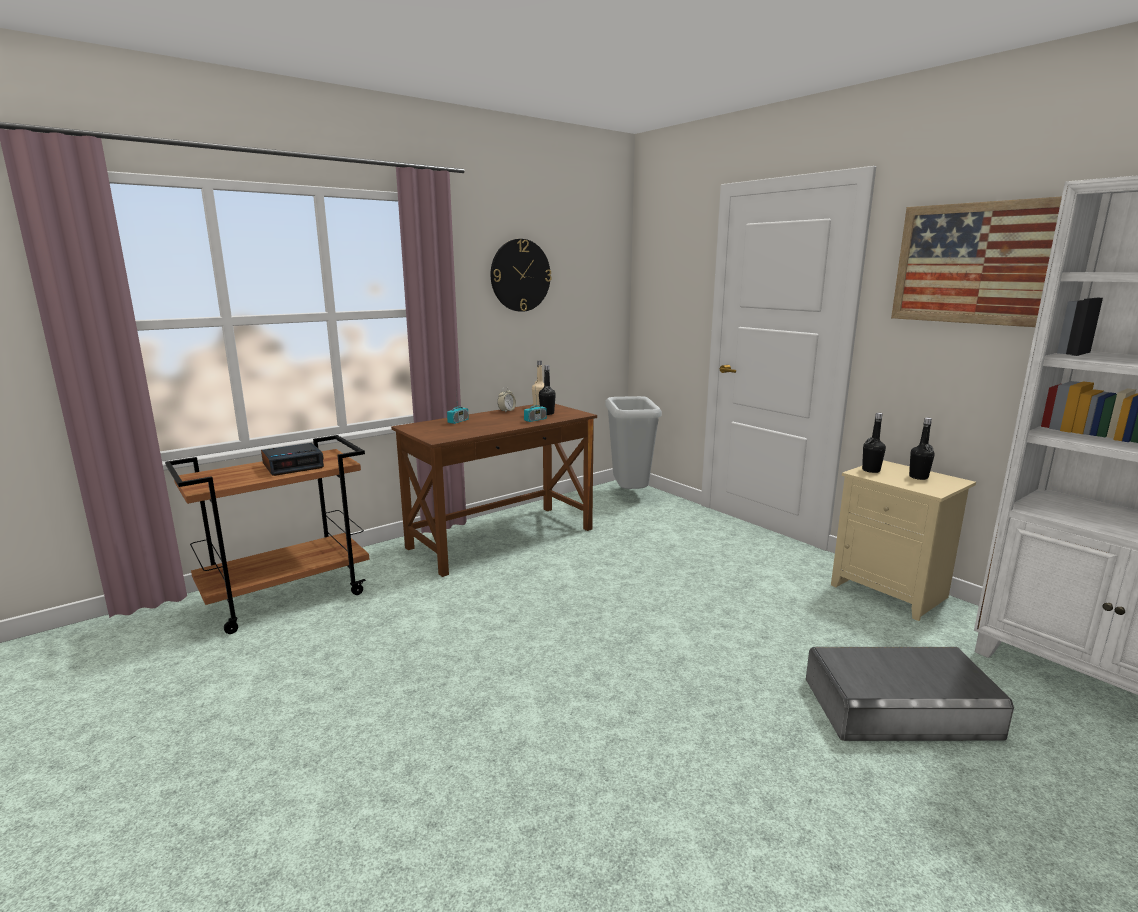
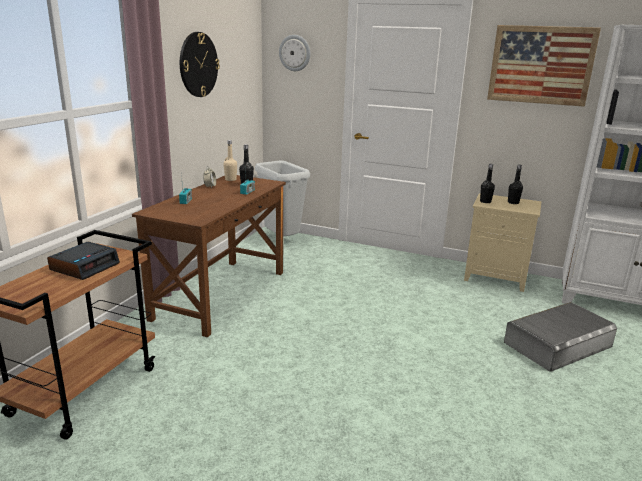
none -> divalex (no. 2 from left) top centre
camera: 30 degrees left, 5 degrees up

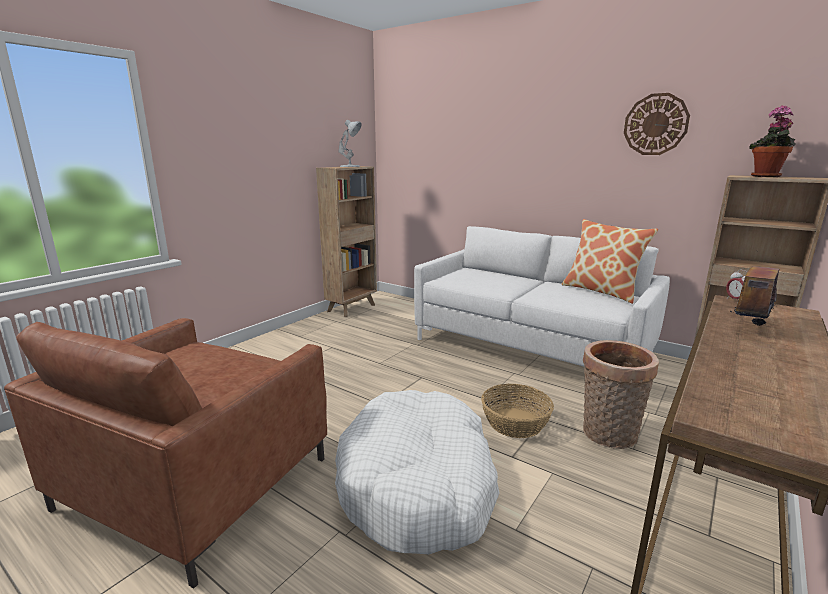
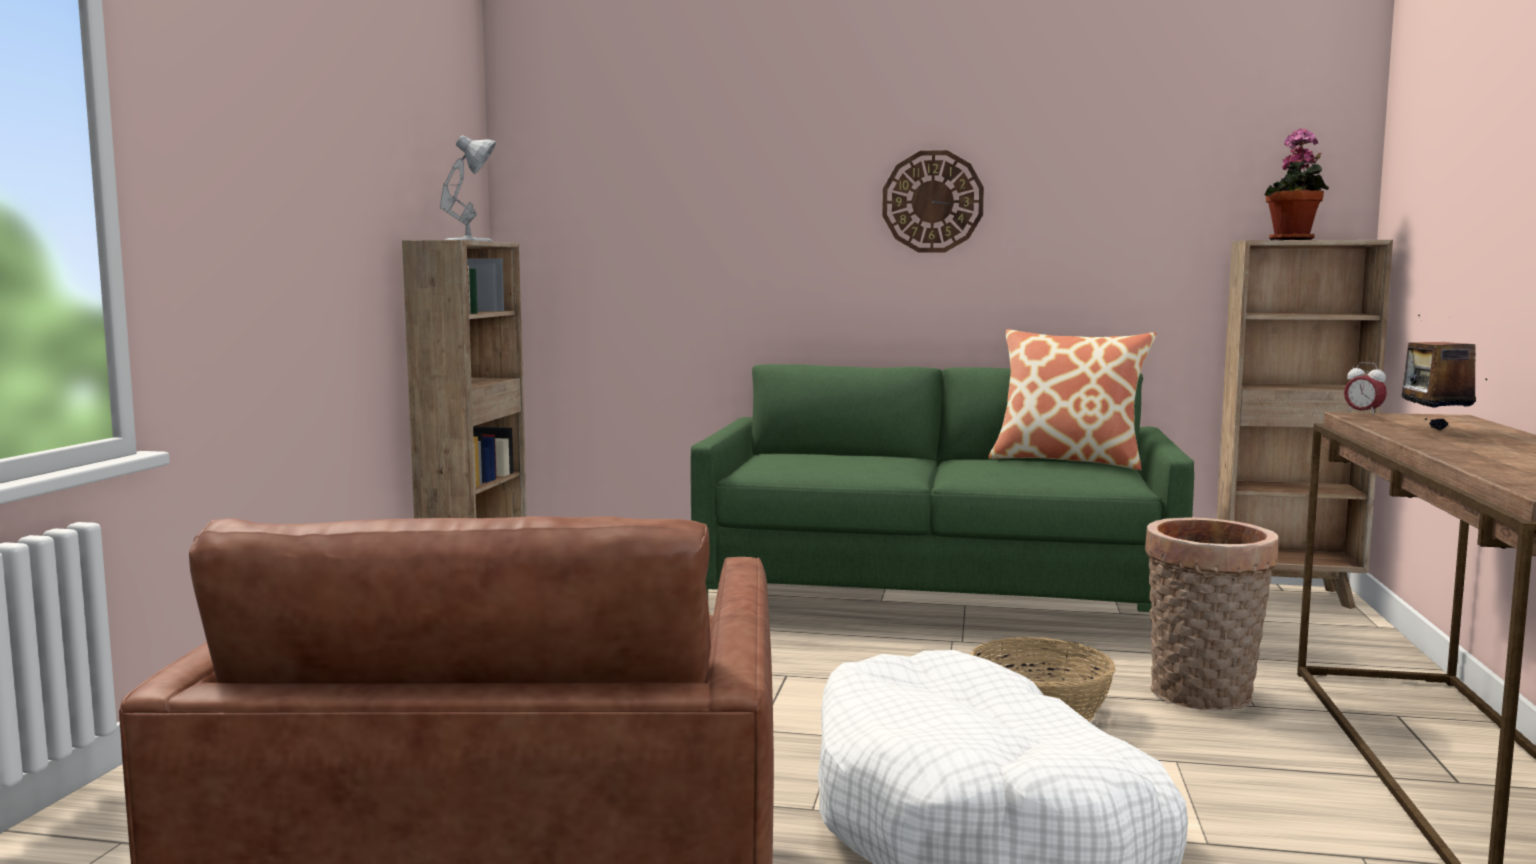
divalex top right -> divalex top centre, shifted
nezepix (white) centre -> nezepix (green) centre
camera: 25 degrees left, 10 degrees down

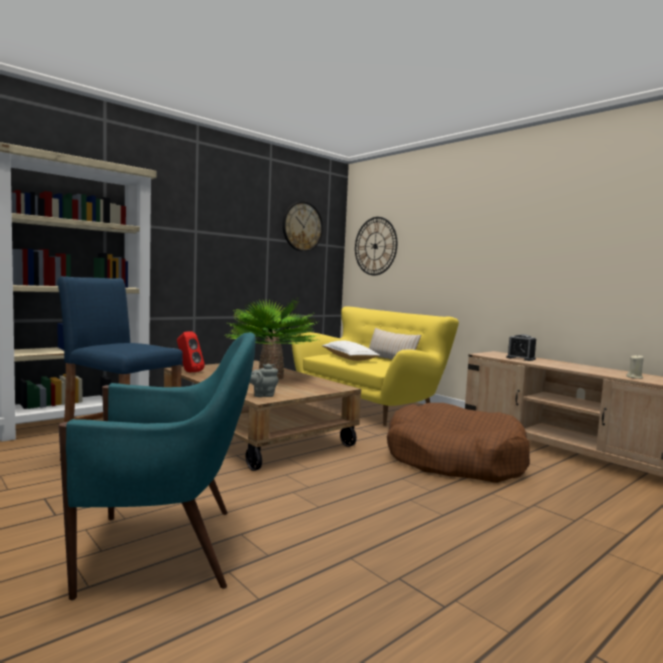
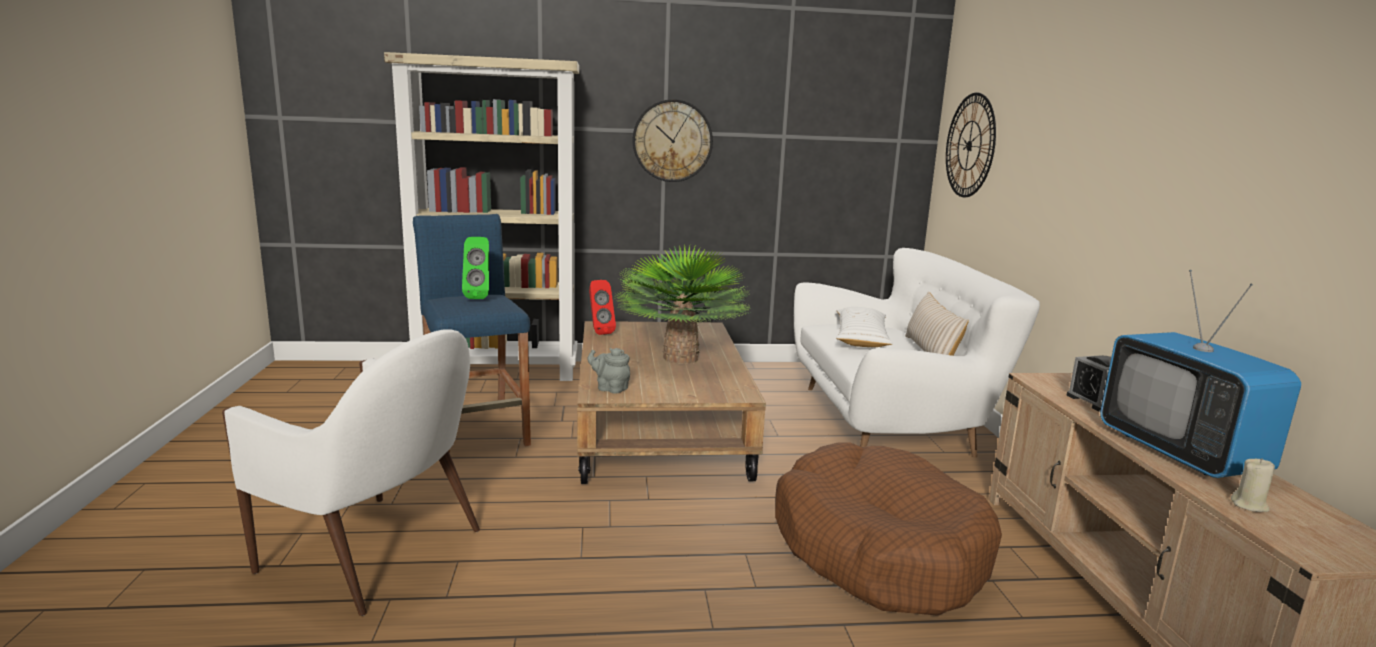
divalex (no. 1 from left) centre -> divalex (no. 1 from left) top centre, shifted
nezepix (yellow) centre -> nezepix (white) centre
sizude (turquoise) bottom left -> sizude (white) bottom left
none -> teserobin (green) centre
none -> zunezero middle right
camera: 35 degrees right, 10 degrees up

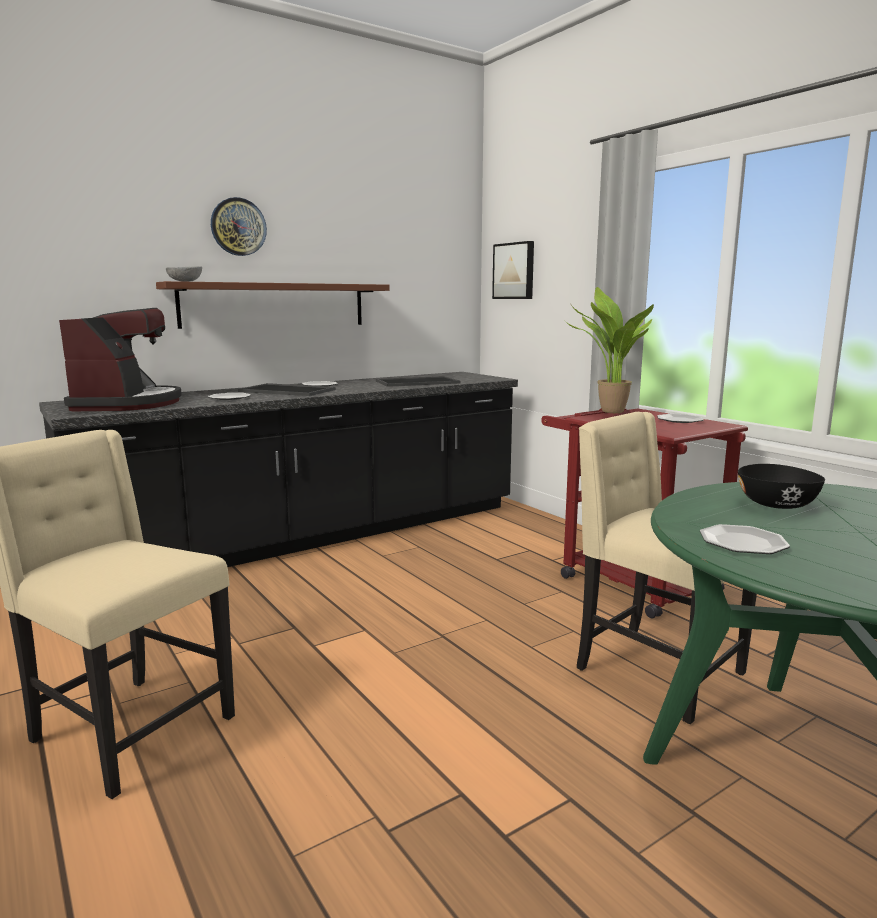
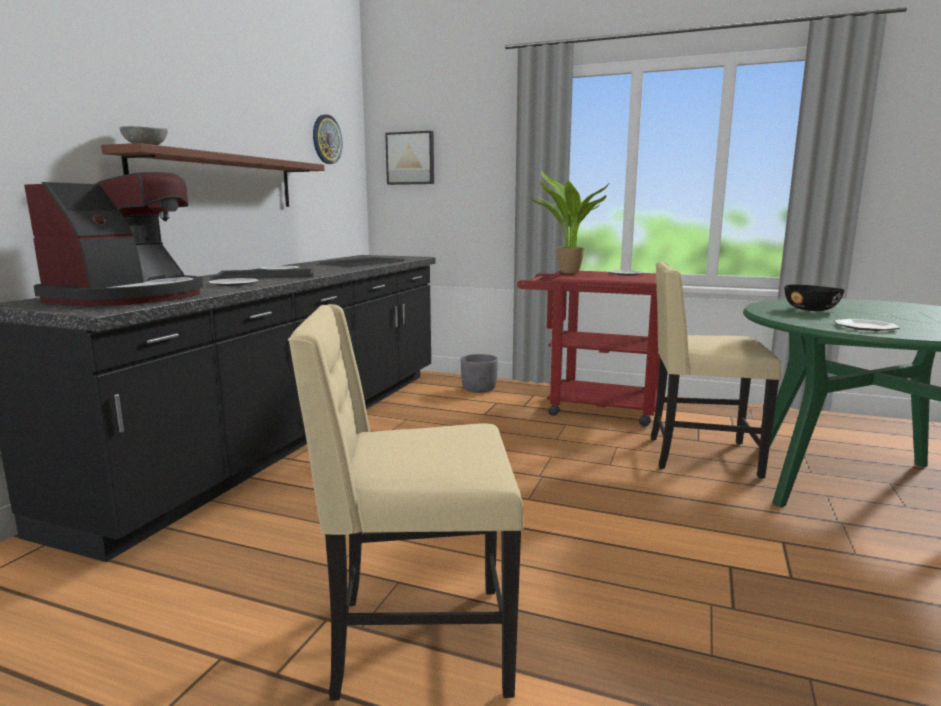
divalex top left -> divalex top centre, shifted
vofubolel middle left, 60 degrees clockwise
none -> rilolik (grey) centre
camera: 35 degrees left, 0 degrees up

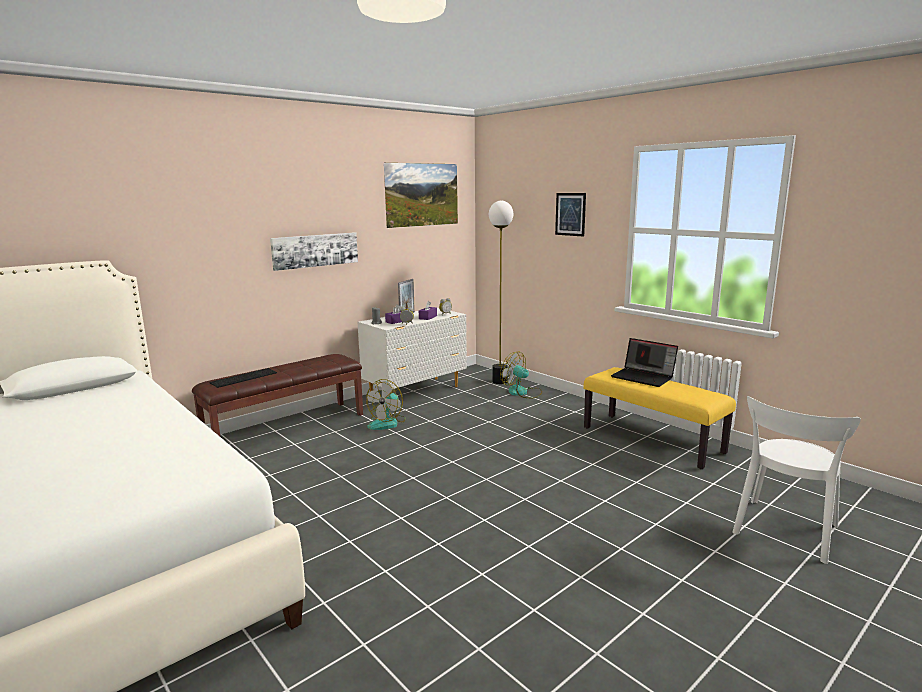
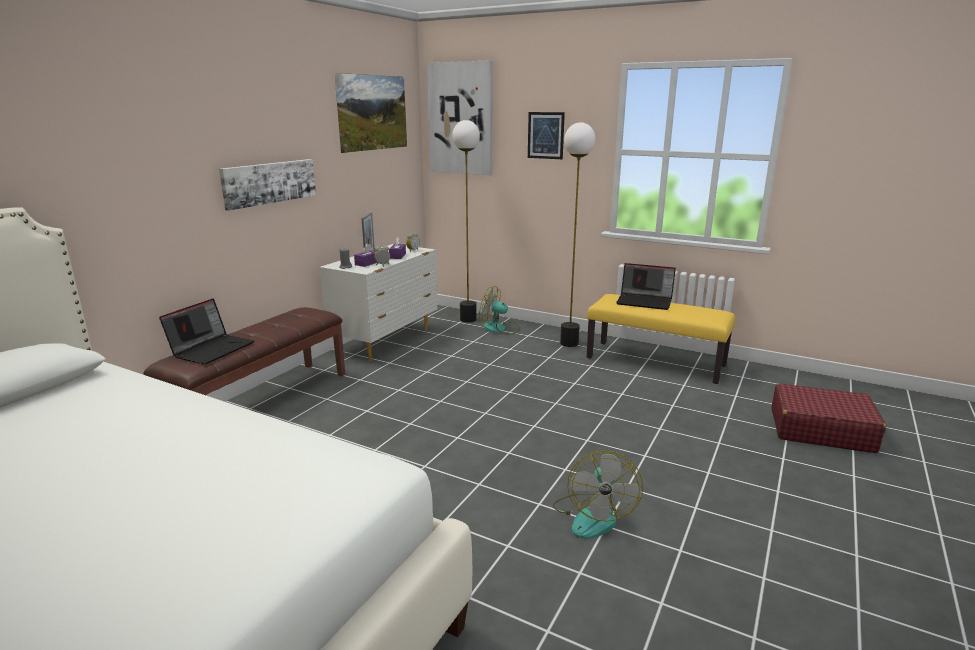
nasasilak middle left -> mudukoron (no. 1 from left) middle left
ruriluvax (no. 1 from left in the first image) centre -> ruriluvax (no. 2 from left) bottom centre, shifted
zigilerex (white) bottom right -> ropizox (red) middle right
none -> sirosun (no. 3 from left) top centre
none -> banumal (no. 2 from left) centre
camera: 20 degrees left, 5 degrees up

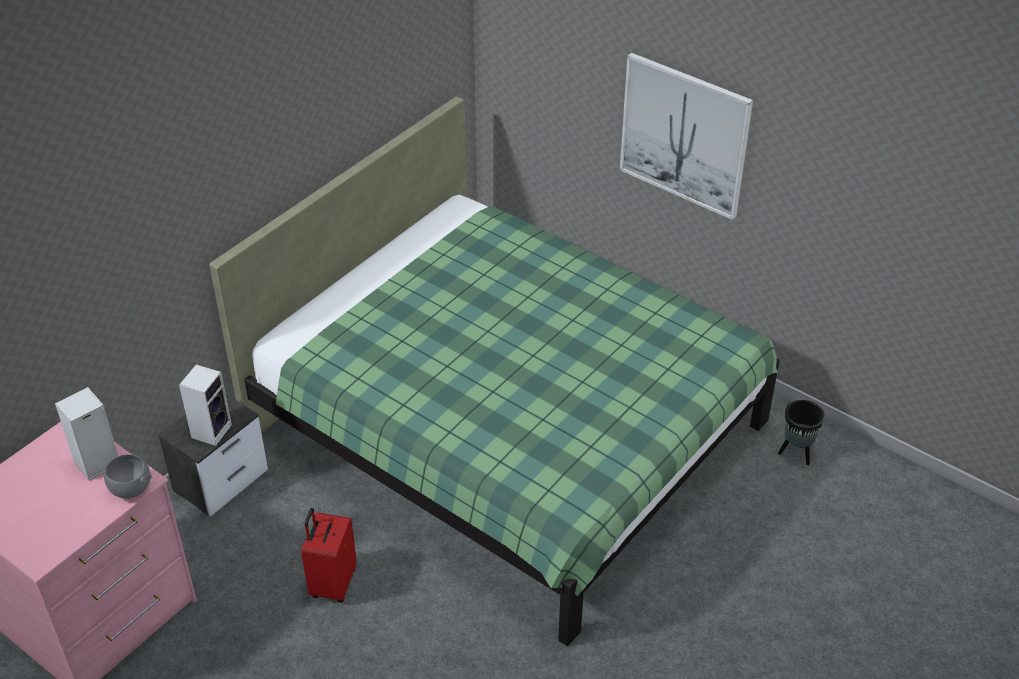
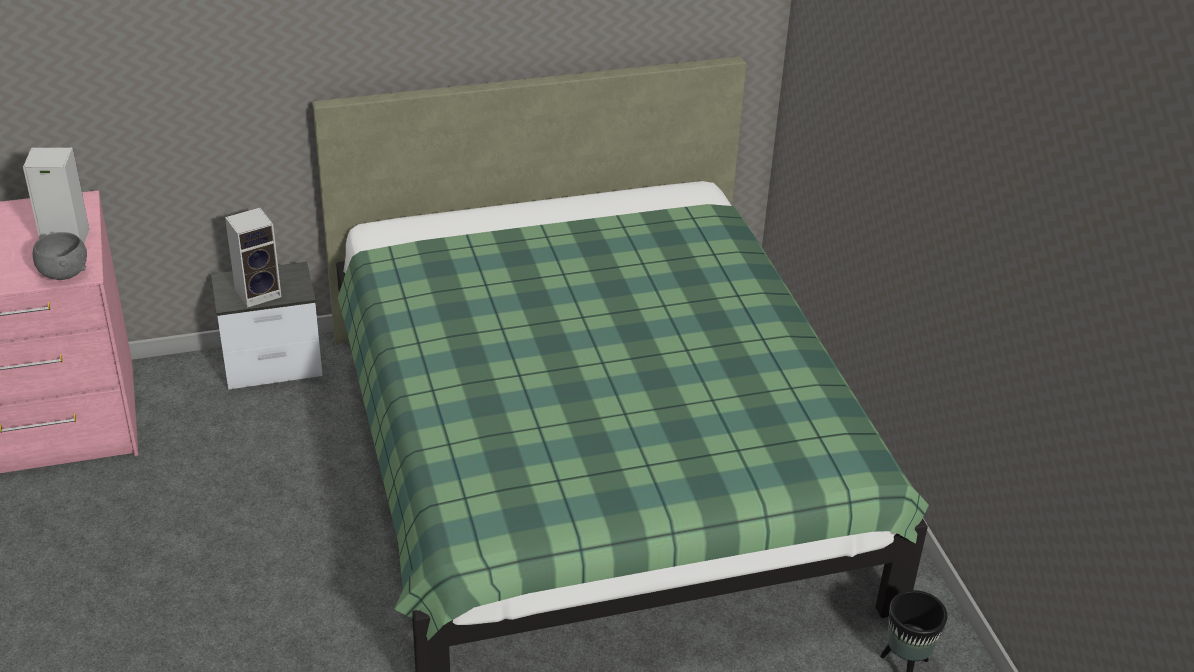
sirosun top right -> none
ropizox (red) bottom left -> none
camera: 35 degrees right, 5 degrees down

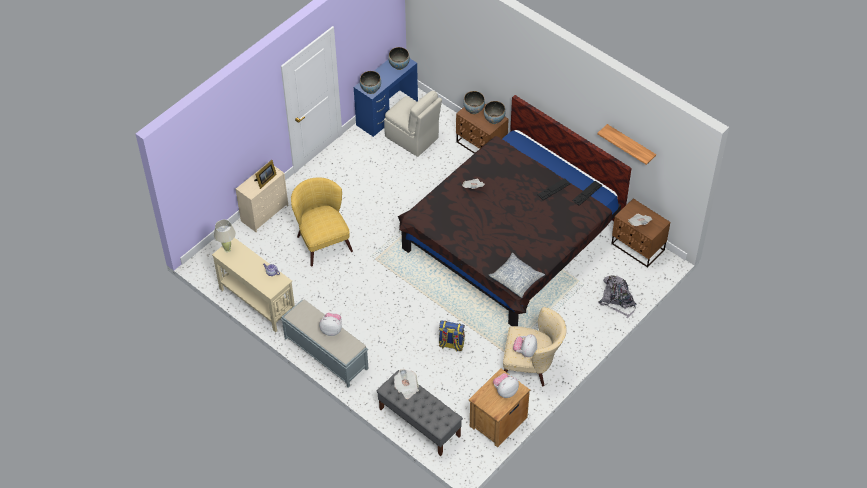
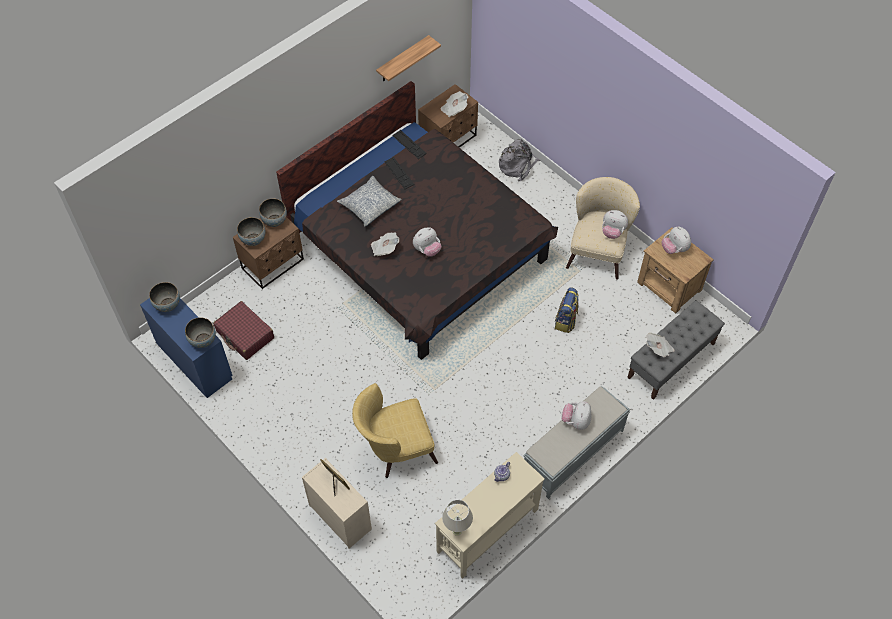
zigilerex (beige) top centre -> ropizox (red) middle left
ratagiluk centre -> ratagiluk top centre, shifted
none -> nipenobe (no. 1 from left) centre
camera: 85 degrees left, 5 degrees up

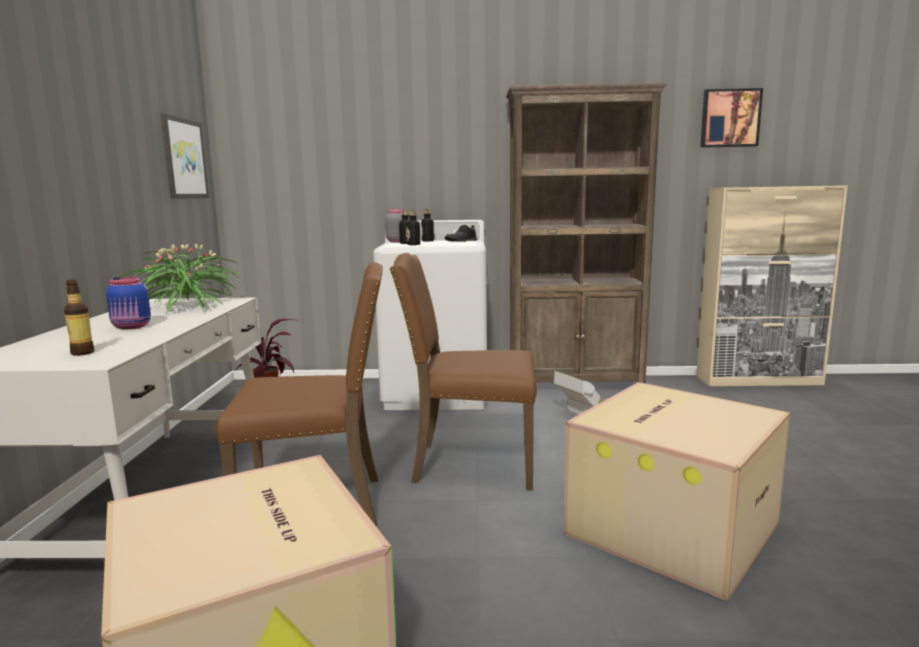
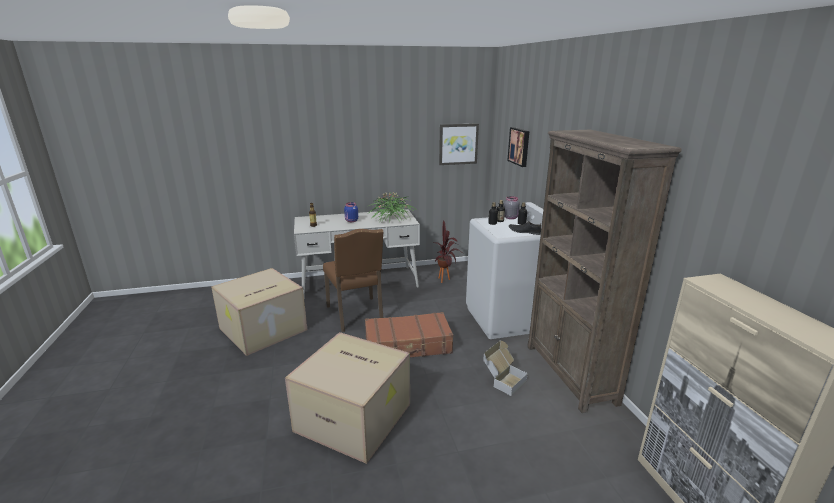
sirosun (no. 2 from left) top right -> sirosun (no. 2 from left) top centre, shifted
zigilerex (brown) (no. 2 from left) centre -> ropizox (brown) centre
camera: 75 degrees right, 10 degrees up

